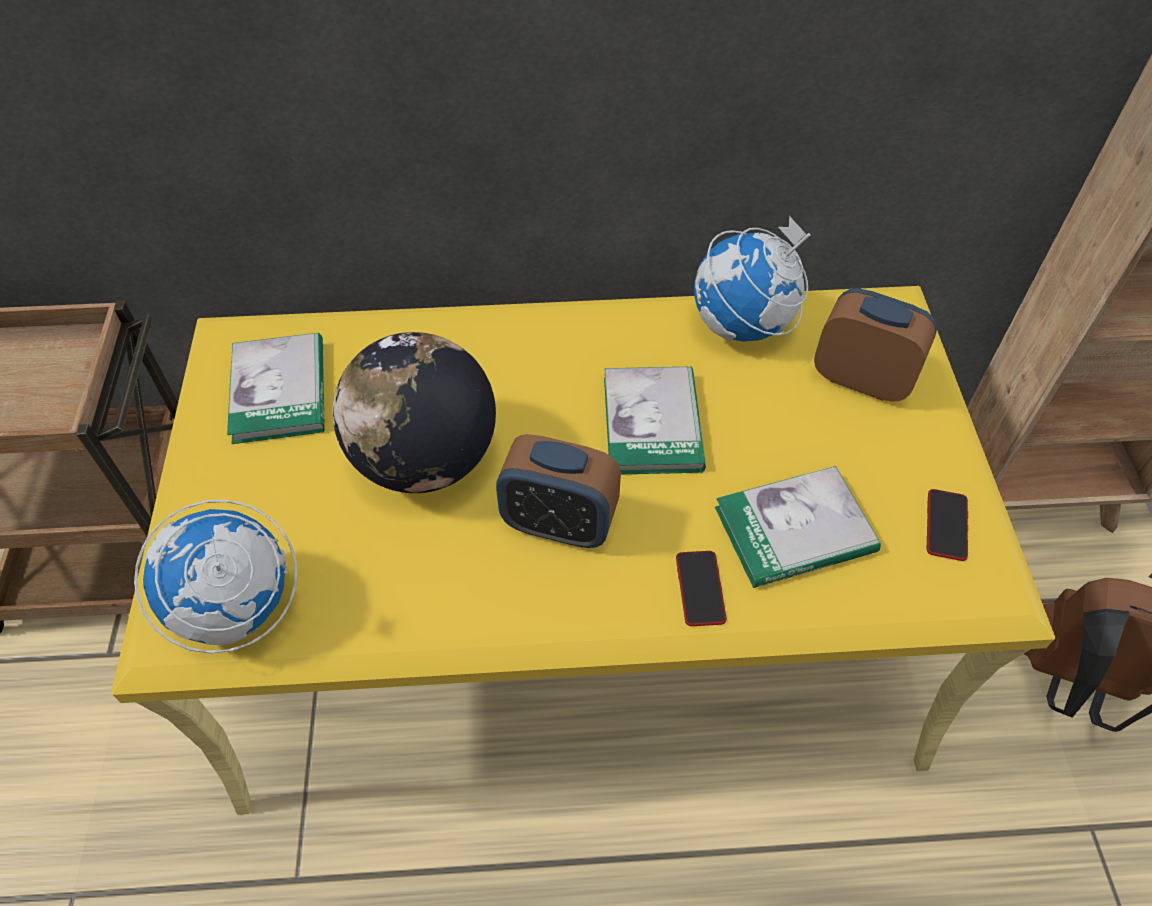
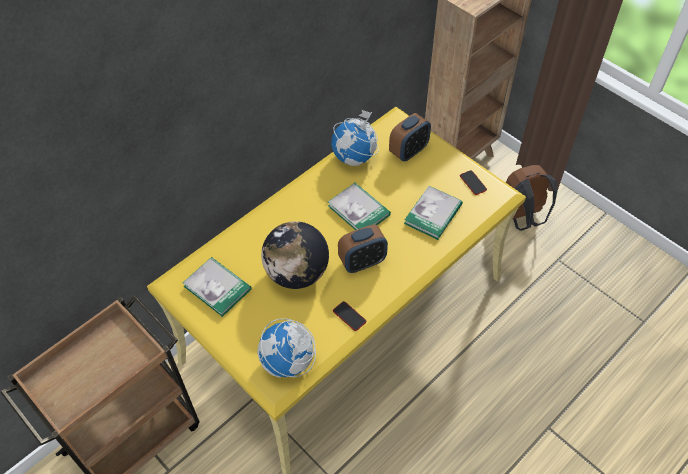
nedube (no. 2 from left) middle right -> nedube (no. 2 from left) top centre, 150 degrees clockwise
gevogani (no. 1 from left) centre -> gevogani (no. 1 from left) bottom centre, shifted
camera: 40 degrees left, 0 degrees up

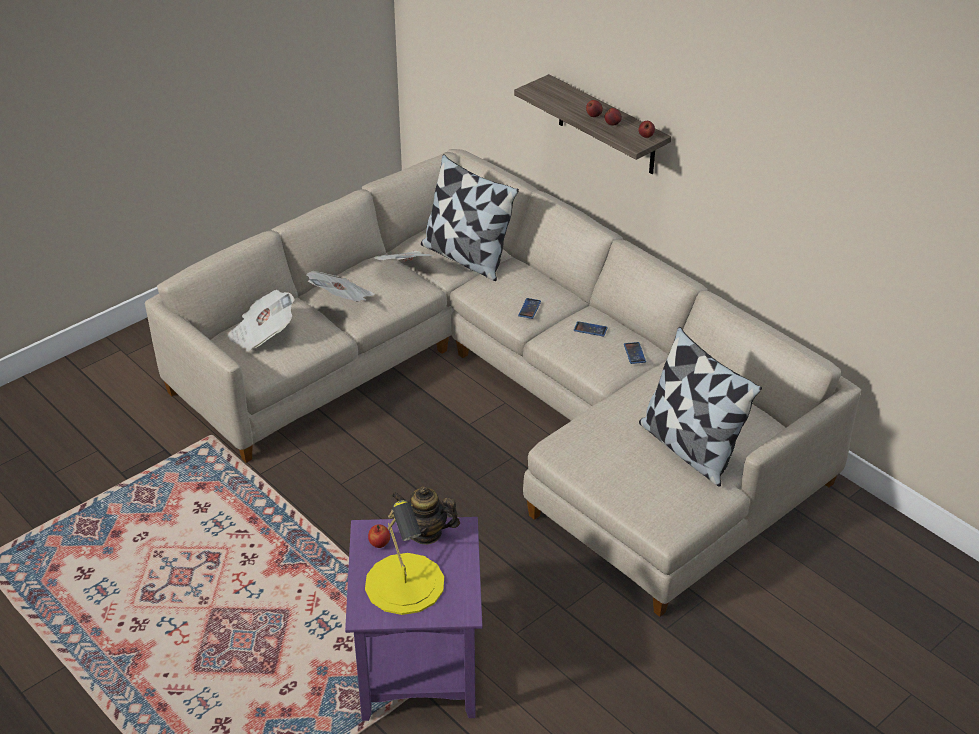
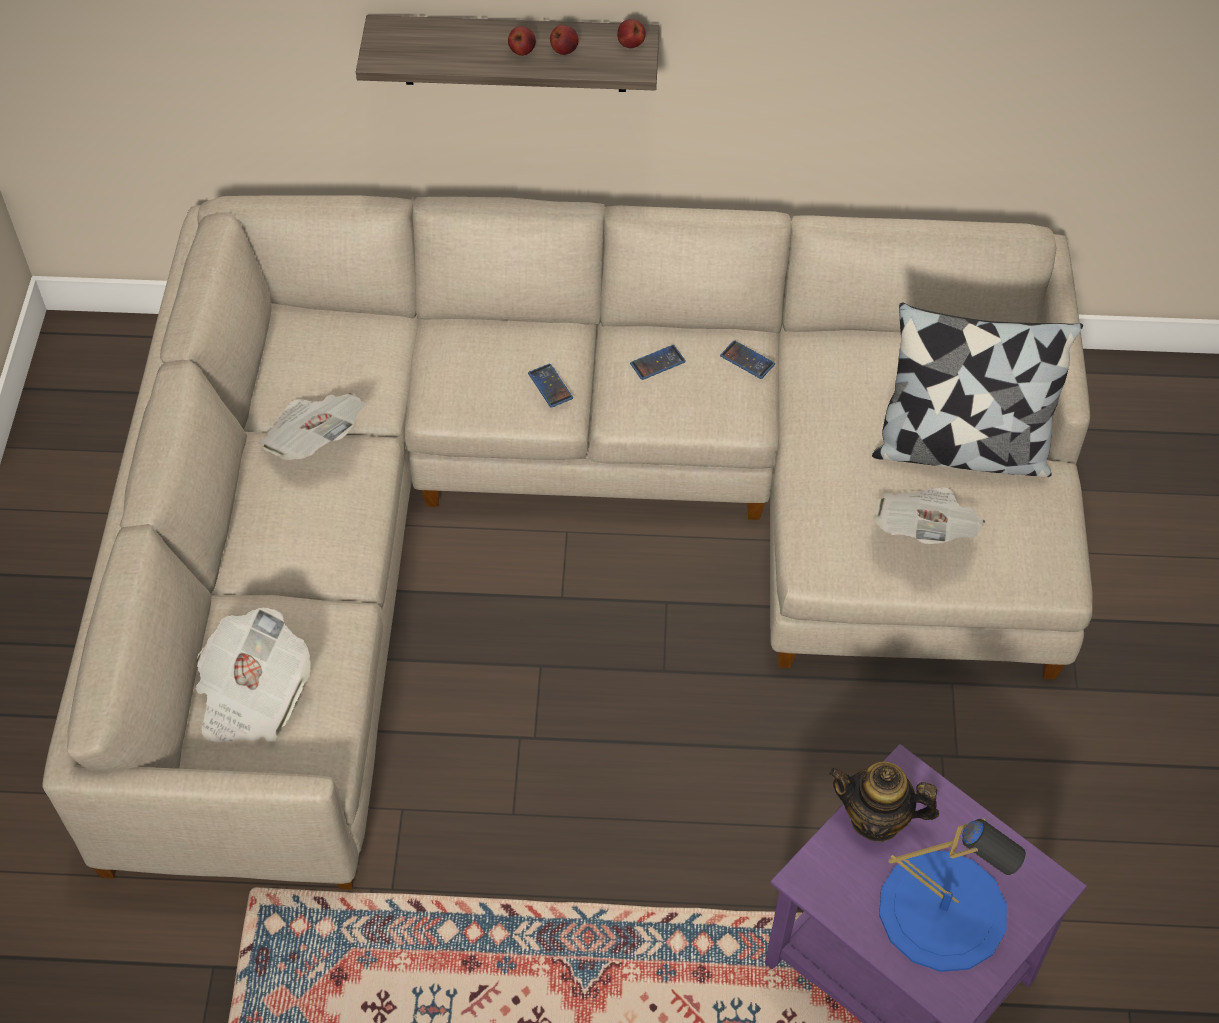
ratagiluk (no. 1 from left) top centre -> none
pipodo (no. 2 from left in the first image) centre -> pipodo (no. 3 from left) middle right, shifted
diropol bottom centre -> diropol bottom right, 45 degrees clockwise
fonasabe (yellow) bottom centre -> fonasabe (blue) bottom right
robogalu (no. 1 from left) bottom centre -> none
camera: 45 degrees left, 15 degrees up

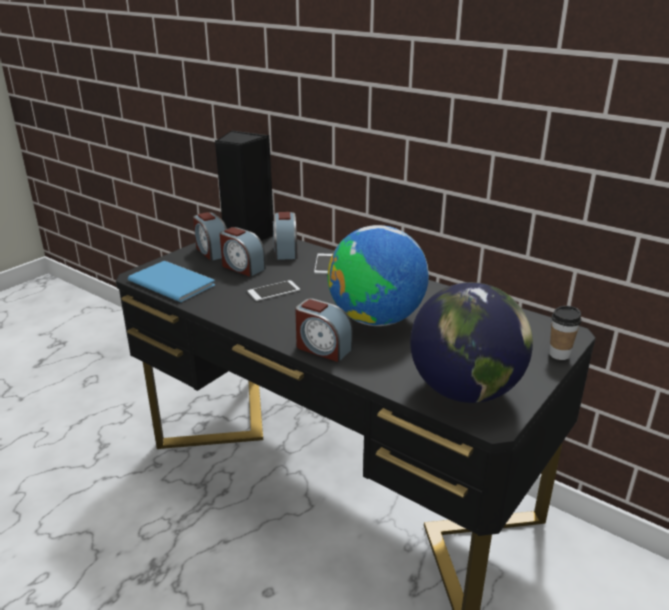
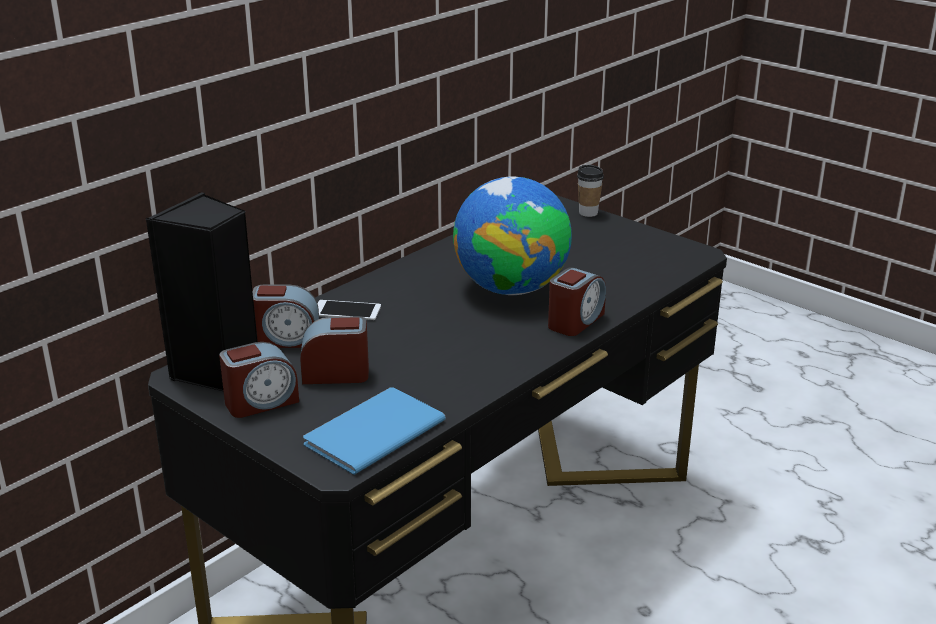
nedube (no. 2 from left in the first image) centre -> nedube (no. 3 from left) centre, 135 degrees counterclockwise
gevogani (no. 1 from left) centre -> none
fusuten (no. 2 from left) middle right -> none
camera: 85 degrees left, 0 degrees up

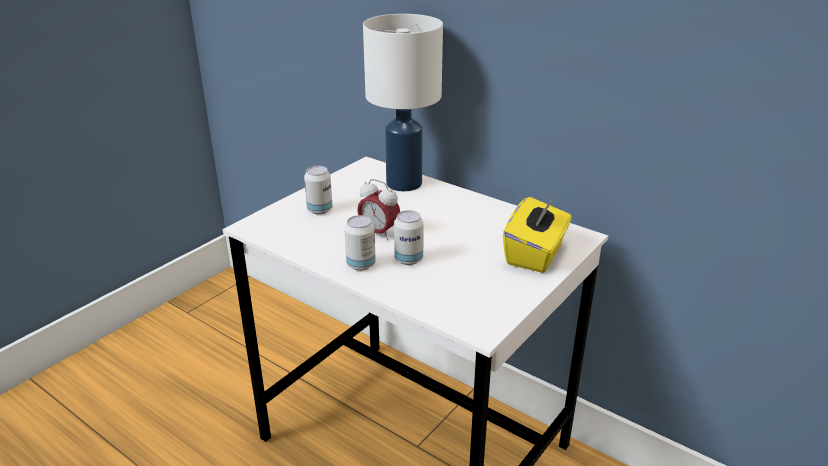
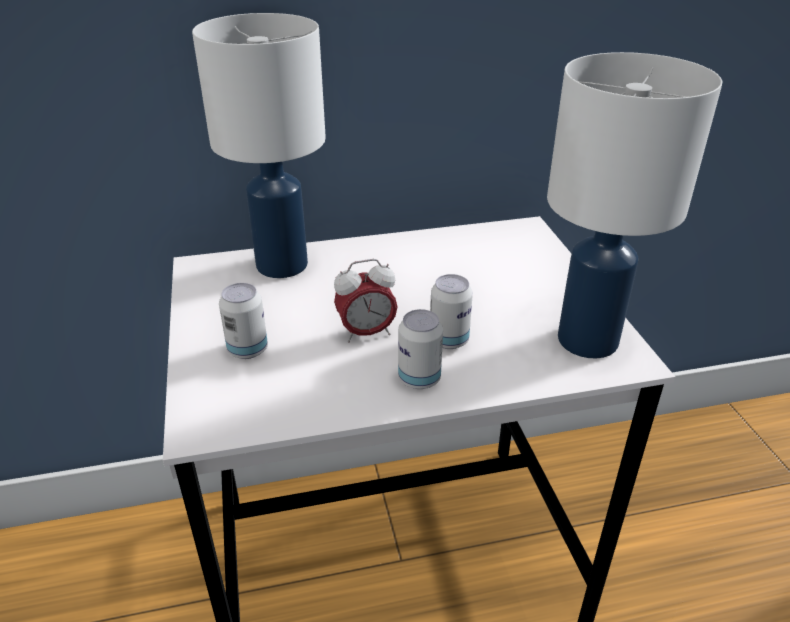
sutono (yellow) centre -> none
none -> fonasabe (white) (no. 2 from left) top right
camera: 50 degrees left, 5 degrees up

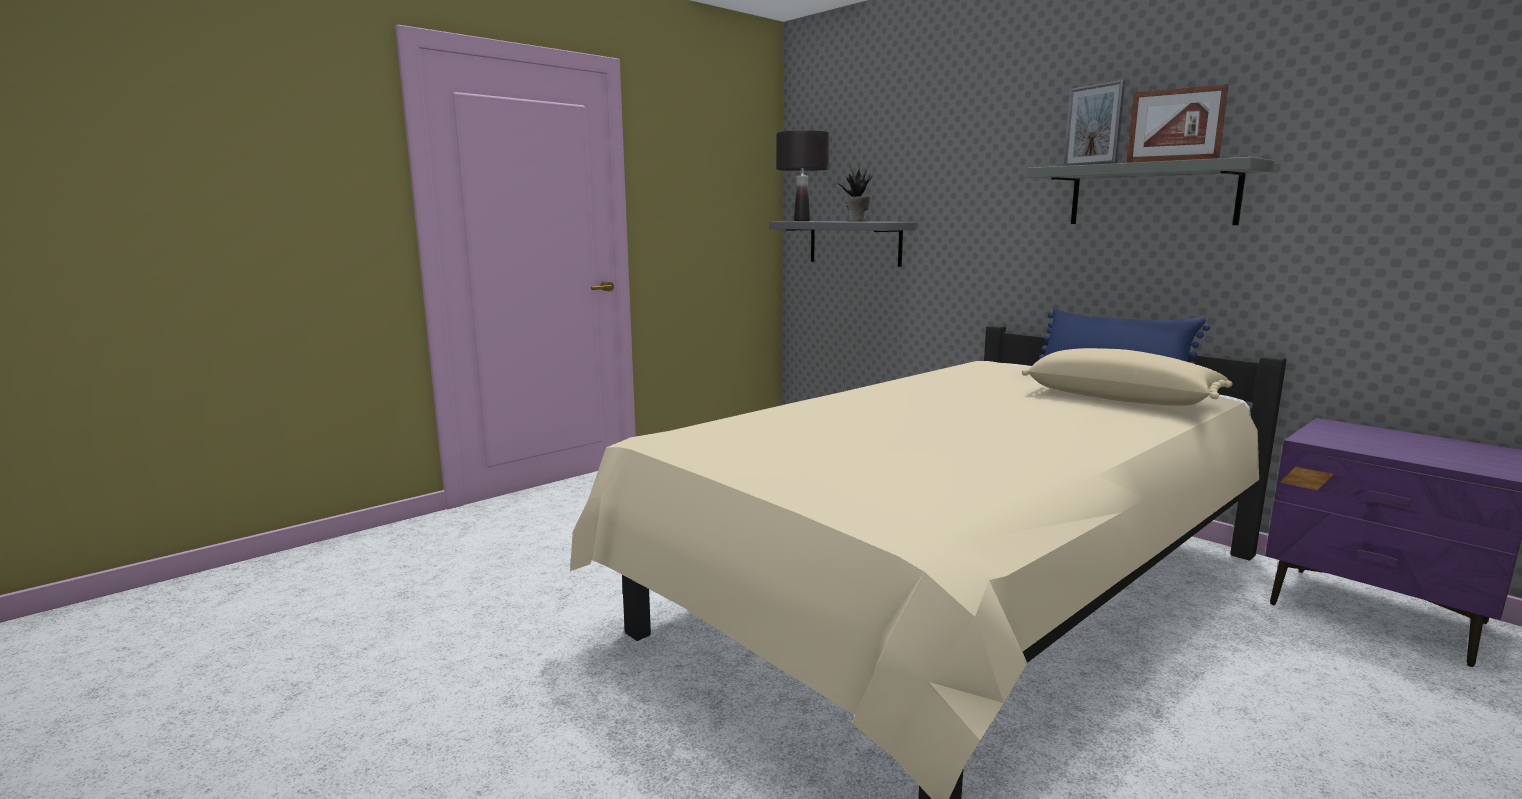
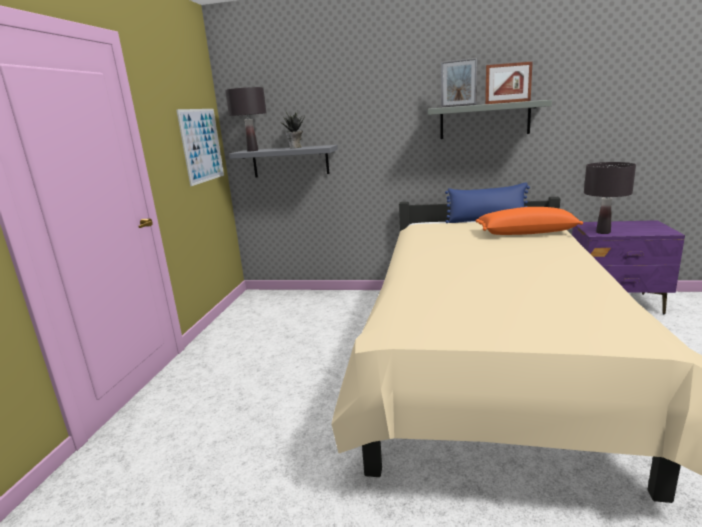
ratagiluk (beige) middle right -> ratagiluk (orange) middle right
none -> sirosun top left
none -> fonasabe (black) (no. 2 from left) middle right
camera: 35 degrees left, 5 degrees up

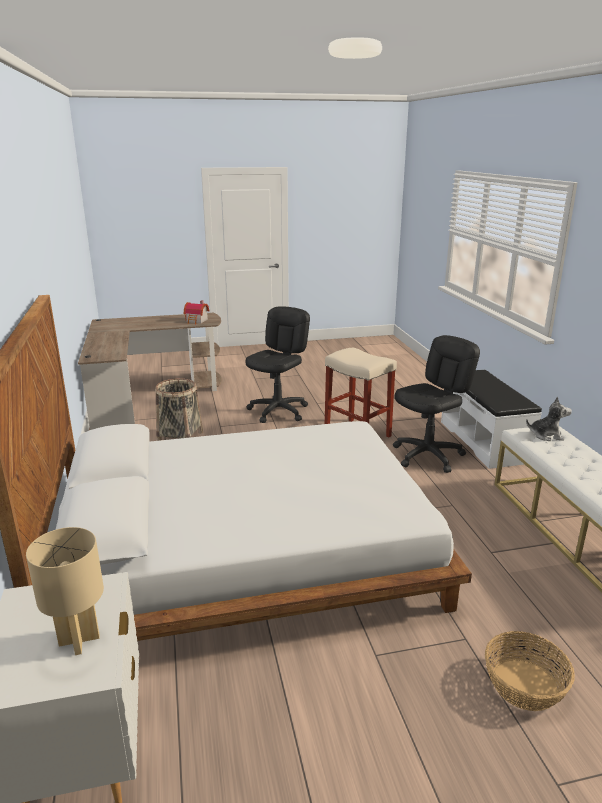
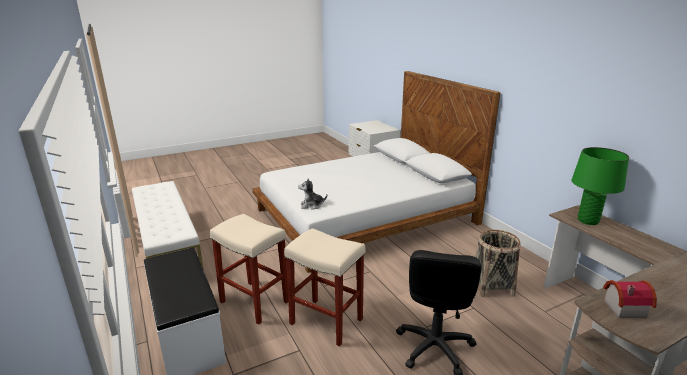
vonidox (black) (no. 2 from left) middle right -> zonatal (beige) (no. 1 from left) bottom centre
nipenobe middle right -> nipenobe centre, shifted
fonasabe (beige) bottom left -> none
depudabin (no. 2 from left) bottom right -> none
none -> fonasabe (green) middle right
camera: 165 degrees right, 0 degrees up

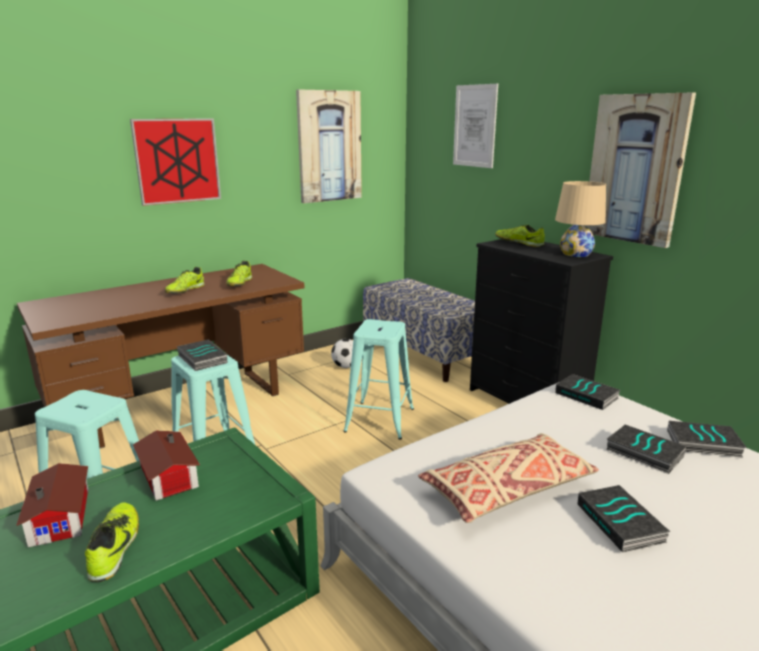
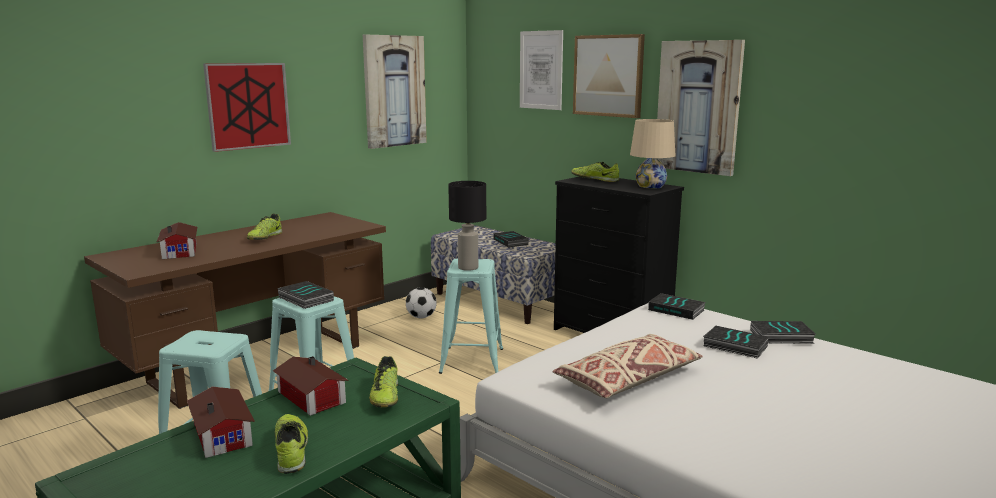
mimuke (no. 3 from left) middle left -> mimuke (no. 3 from left) bottom centre, shifted
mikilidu (no. 3 from left in the first image) bottom right -> mikilidu (no. 2 from left) centre, shifted
none -> sirosun (no. 4 from left) top centre
none -> fonasabe (black) centre
none -> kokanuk (no. 1 from left) middle left
camera: 10 degrees left, 5 degrees down

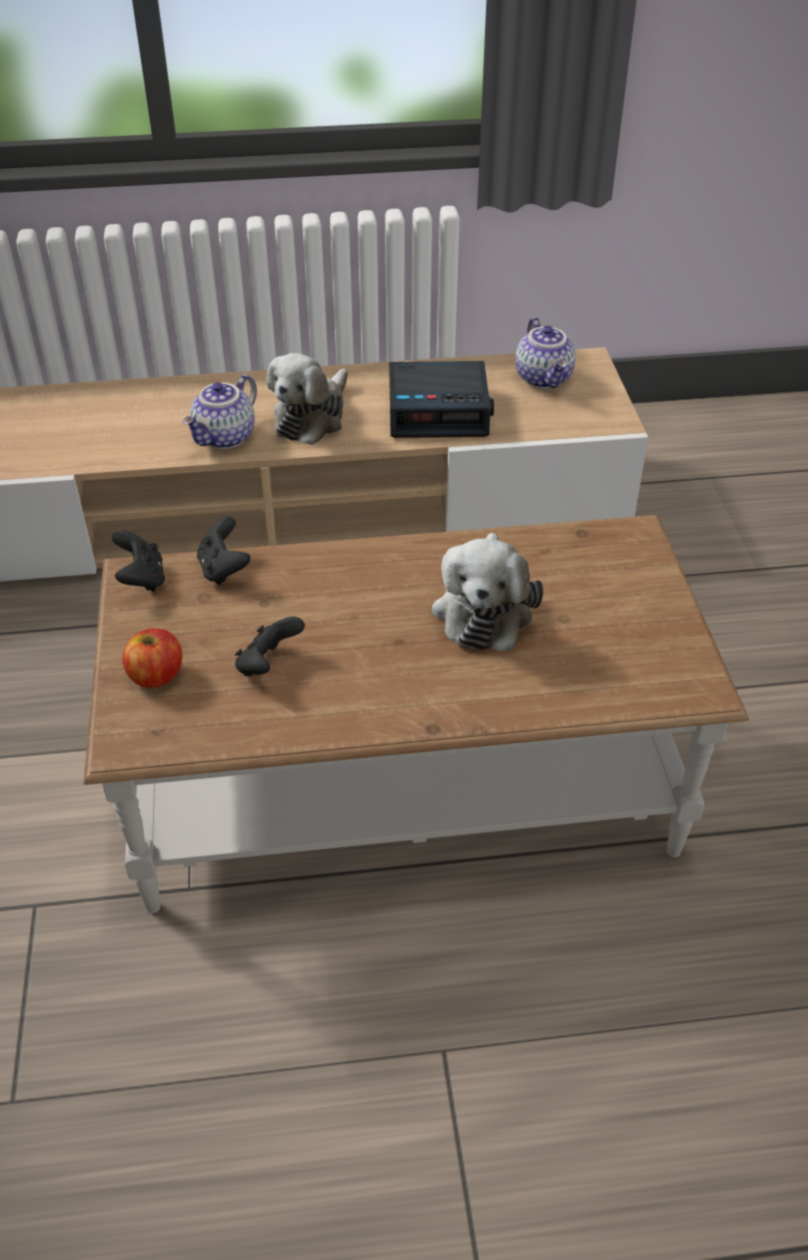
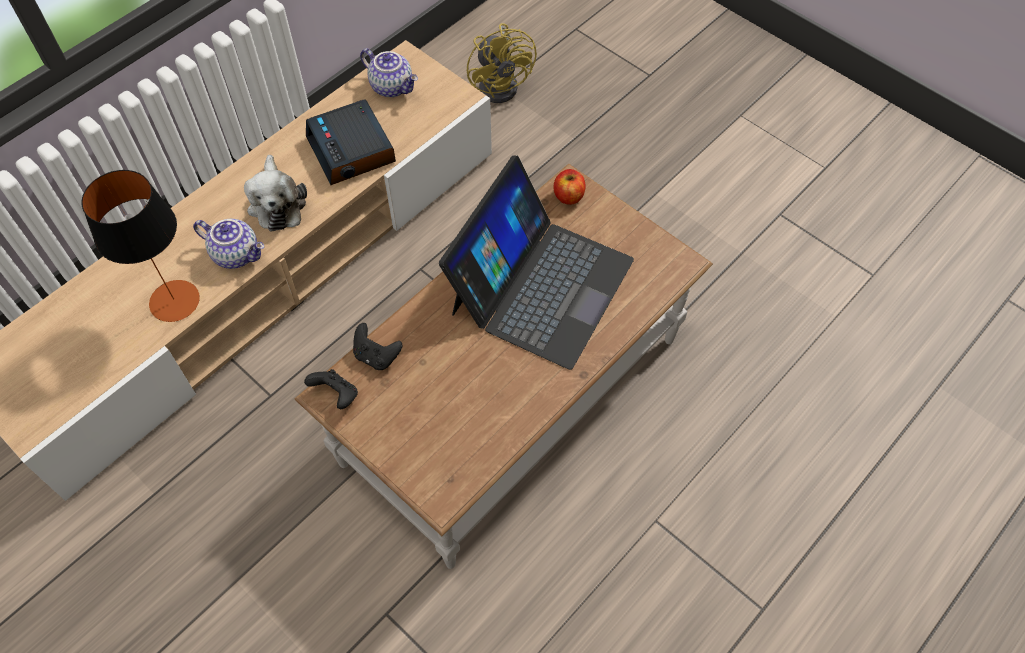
nedube top centre, 105 degrees clockwise
diropol (no. 1 from left) top left -> diropol (no. 1 from left) middle left, 60 degrees counterclockwise
nipenobe (no. 2 from left) centre -> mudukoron centre
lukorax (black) (no. 3 from left) centre -> none
robogalu middle left -> robogalu top centre, shifted
none -> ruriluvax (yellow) top centre
none -> fonasabe middle left
camera: 40 degrees left, 15 degrees up

